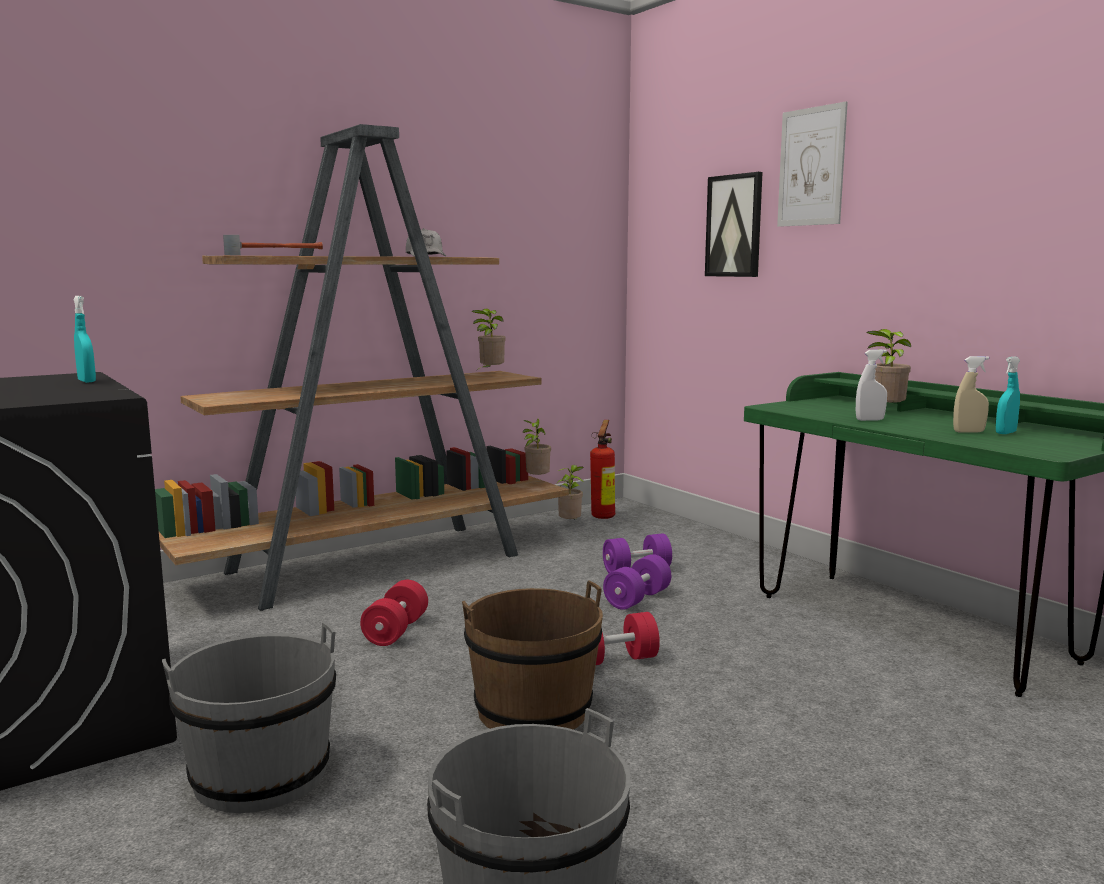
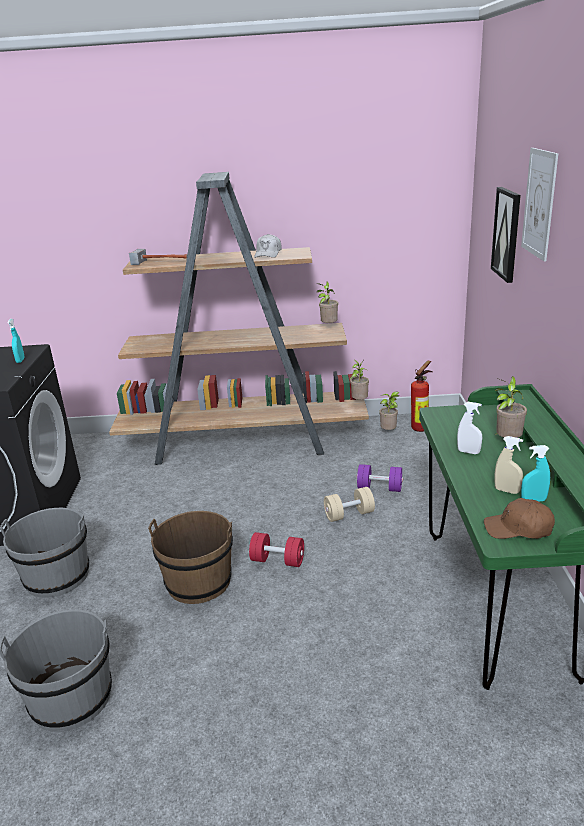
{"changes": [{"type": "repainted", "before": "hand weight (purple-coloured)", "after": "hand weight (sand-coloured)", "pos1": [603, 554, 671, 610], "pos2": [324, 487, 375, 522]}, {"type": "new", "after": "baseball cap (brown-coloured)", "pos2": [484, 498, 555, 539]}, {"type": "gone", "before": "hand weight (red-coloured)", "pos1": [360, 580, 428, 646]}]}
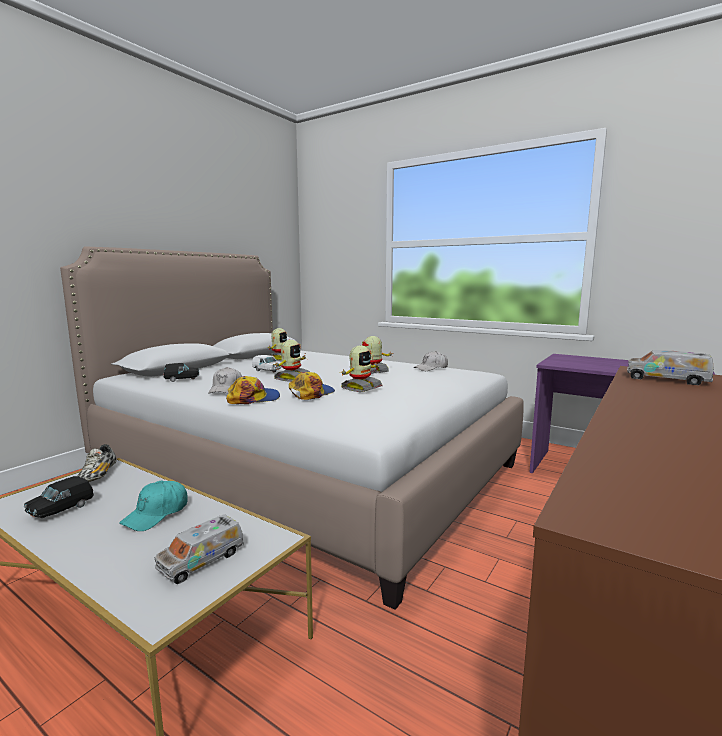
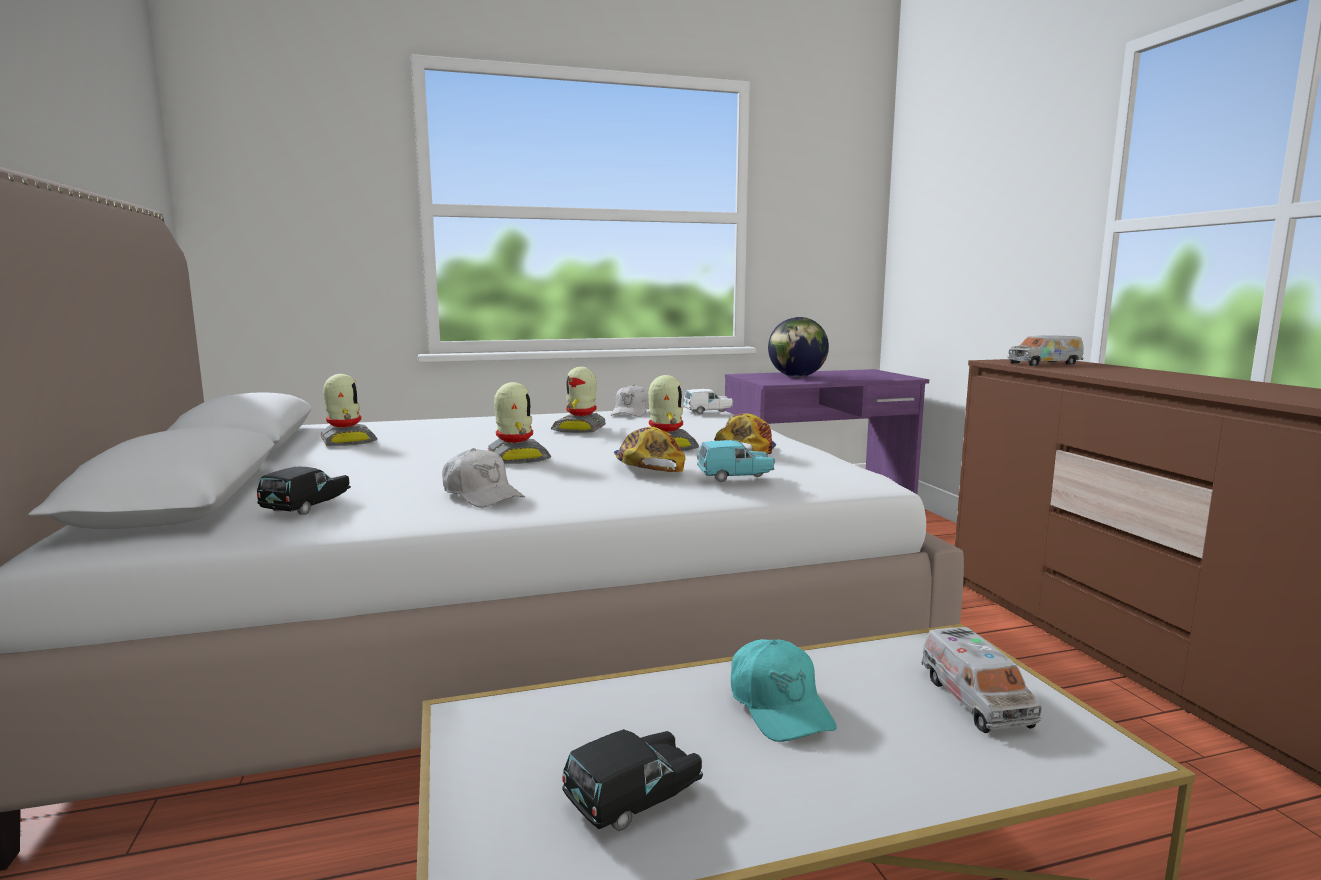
{"changes": [{"type": "rotated", "before": "miniature car (black)", "pos1": [24, 476, 94, 518], "pos2": [562, 729, 703, 831], "turn": -105}, {"type": "shifted", "before": "miniature car (whitish)", "pos1": [252, 355, 282, 372], "pos2": [683, 389, 733, 414]}, {"type": "new", "after": "miniature car (turquoise)", "pos2": [697, 440, 775, 482]}, {"type": "shifted", "before": "baseball cap", "pos1": [226, 376, 280, 404], "pos2": [714, 414, 776, 454]}, {"type": "new", "after": "desk globe", "pos2": [768, 317, 829, 377]}, {"type": "gone", "before": "low shoe", "pos1": [78, 444, 117, 482]}]}
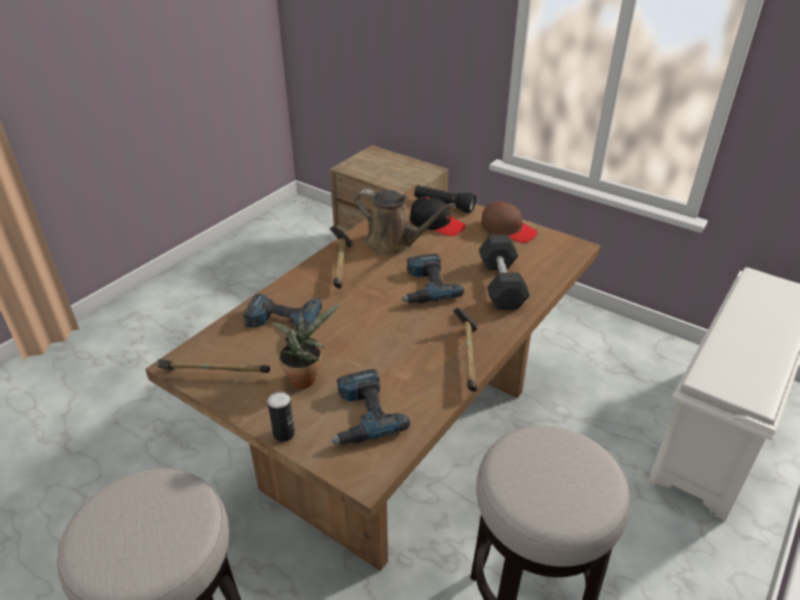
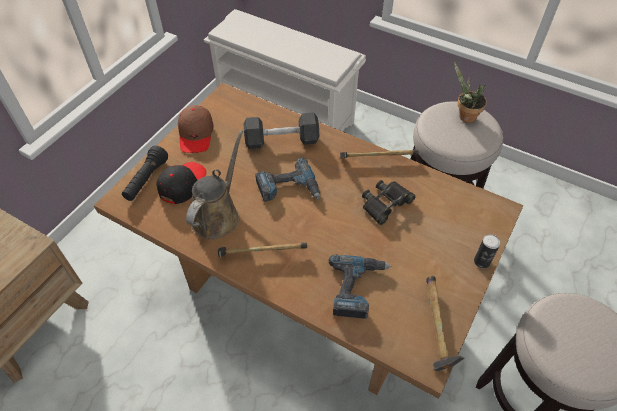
{"changes": [{"type": "rotated", "before": "baseball cap (brown-coloured)", "pos1": [481, 202, 538, 243], "pos2": [178, 105, 213, 153], "turn": 150}, {"type": "new", "after": "pair of binoculars (black)", "pos2": [362, 180, 416, 225]}, {"type": "shifted", "before": "potted plant", "pos1": [271, 303, 340, 389], "pos2": [454, 62, 487, 123]}, {"type": "gone", "before": "power drill", "pos1": [330, 369, 410, 445]}]}
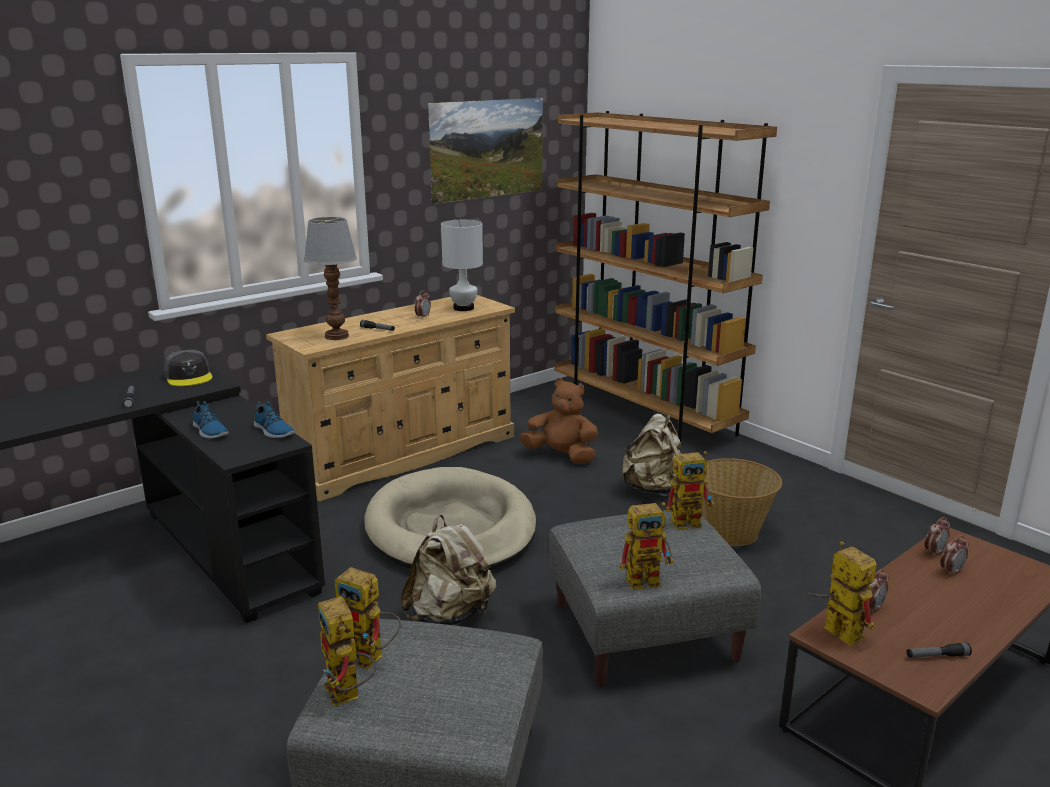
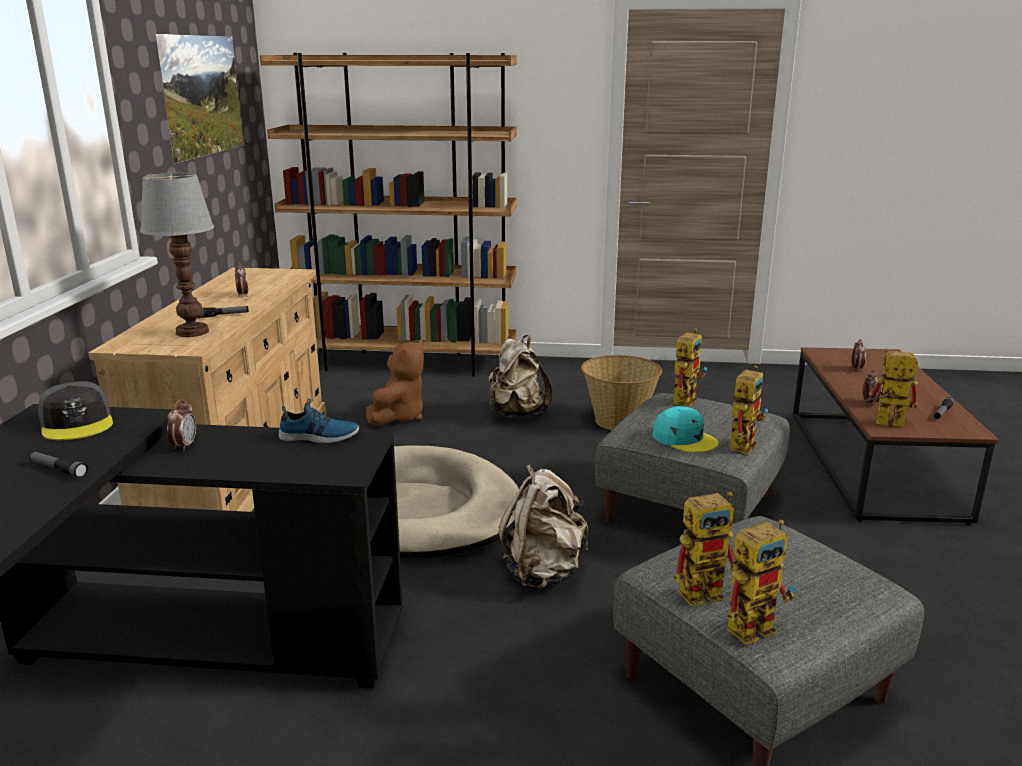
{"changes": [{"type": "rotated", "before": "baseball cap (gray)", "pos1": [164, 350, 213, 386], "pos2": [38, 381, 113, 440], "turn": 45}, {"type": "shifted", "before": "alarm clock", "pos1": [925, 517, 950, 557], "pos2": [167, 399, 196, 451]}, {"type": "rotated", "before": "plush toy (brown-coloured)", "pos1": [519, 378, 598, 464], "pos2": [366, 340, 424, 426], "turn": 135}, {"type": "new", "after": "baseball cap (turquoise)", "pos2": [653, 406, 719, 453]}, {"type": "rotated", "before": "toy robot", "pos1": [318, 596, 376, 707], "pos2": [727, 520, 795, 645], "turn": -45}, {"type": "gone", "before": "low shoe", "pos1": [193, 401, 229, 439]}, {"type": "gone", "before": "table lamp (whitish)", "pos1": [441, 220, 483, 311]}]}
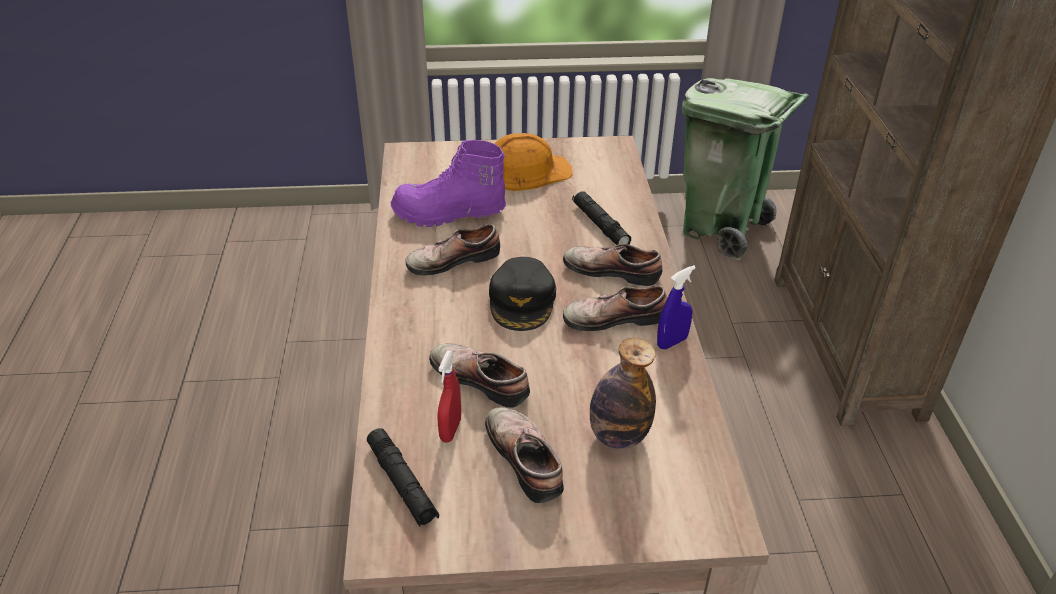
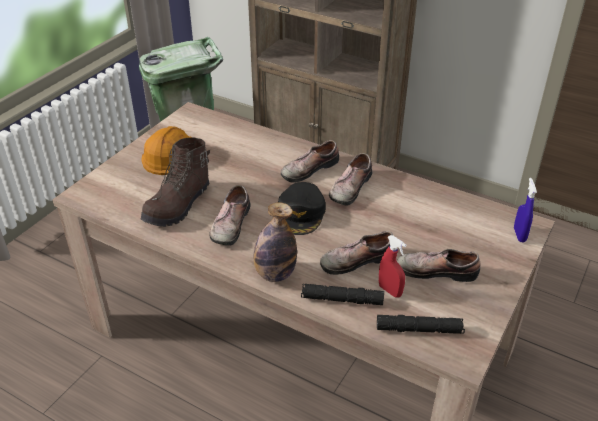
{"changes": [{"type": "repainted", "before": "tall boot (purple-coloured)", "after": "tall boot (brown-coloured)", "pos1": [390, 140, 506, 227], "pos2": [141, 138, 210, 227]}, {"type": "shifted", "before": "drink bottle", "pos1": [590, 338, 656, 449], "pos2": [254, 202, 297, 282]}, {"type": "rotated", "before": "baseball cap (black)", "pos1": [489, 257, 556, 331], "pos2": [278, 182, 326, 235], "turn": 60}, {"type": "shifted", "before": "flashlight (black)", "pos1": [572, 191, 631, 245], "pos2": [301, 284, 384, 305]}, {"type": "shifted", "before": "hand sprayer (blue)", "pos1": [657, 265, 696, 349], "pos2": [514, 178, 537, 242]}]}
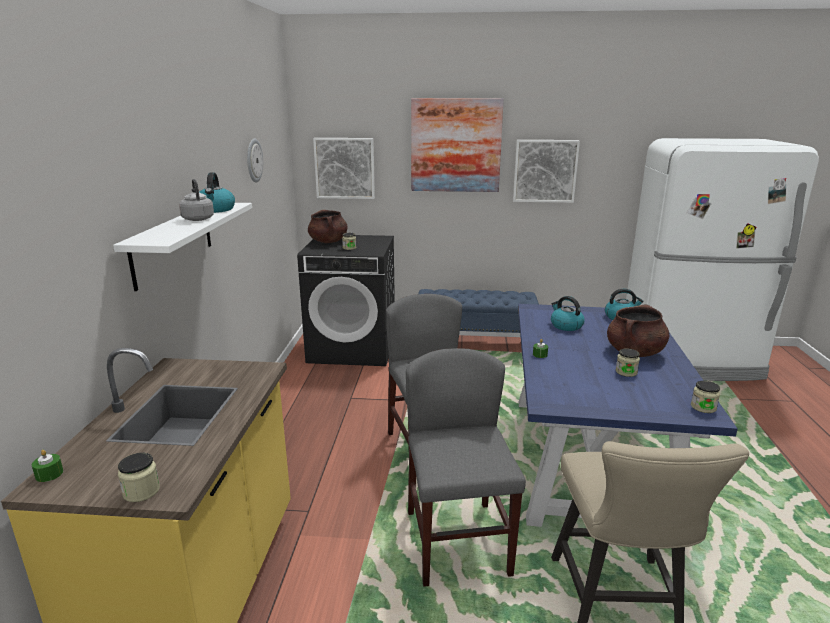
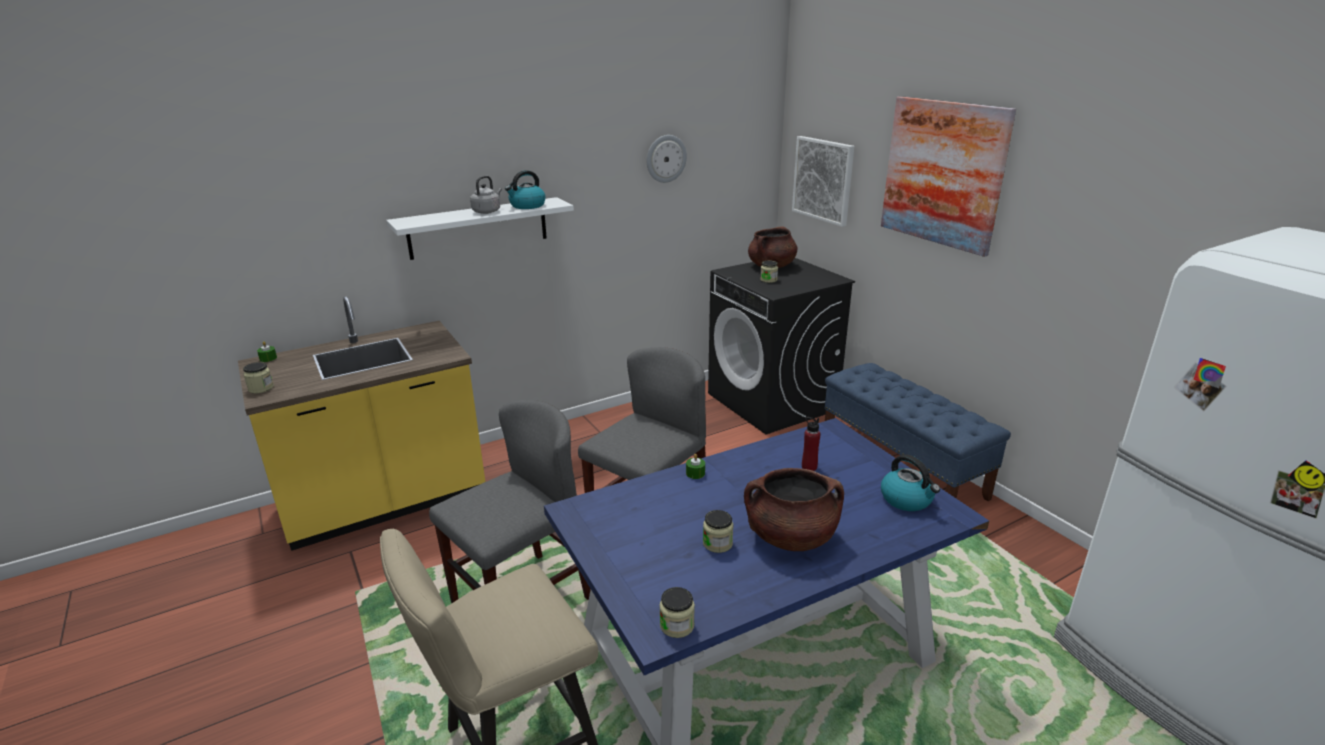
{"changes": [{"type": "swapped", "before": "tea kettle", "after": "drink bottle (red-coloured)", "pos1": [551, 296, 585, 331], "pos2": [802, 417, 821, 471]}, {"type": "gone", "before": "picture", "pos1": [513, 140, 580, 203]}]}
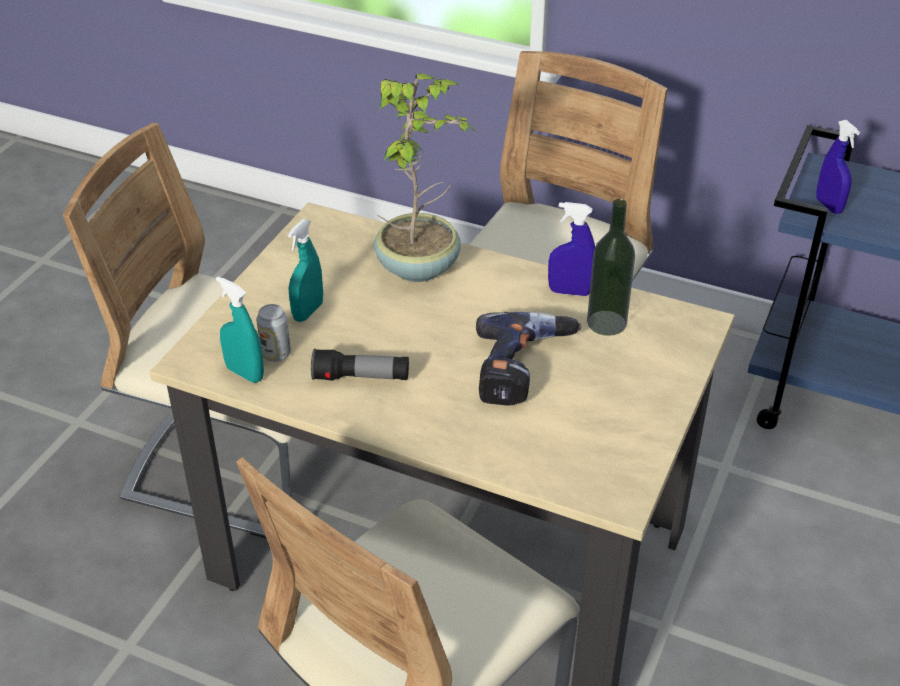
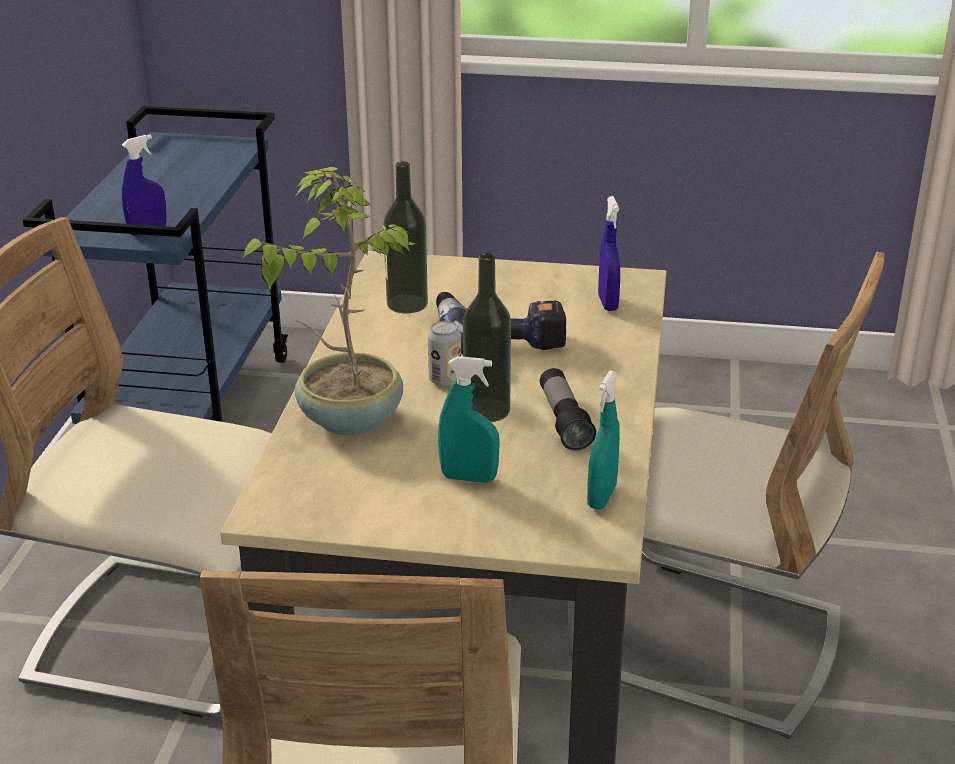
{"changes": [{"type": "shifted", "before": "metal can", "pos1": [256, 304, 291, 362], "pos2": [428, 321, 461, 387]}, {"type": "new", "after": "drink bottle", "pos2": [463, 253, 511, 422]}, {"type": "shifted", "before": "hand sprayer (blue)", "pos1": [548, 202, 595, 296], "pos2": [598, 196, 620, 311]}]}
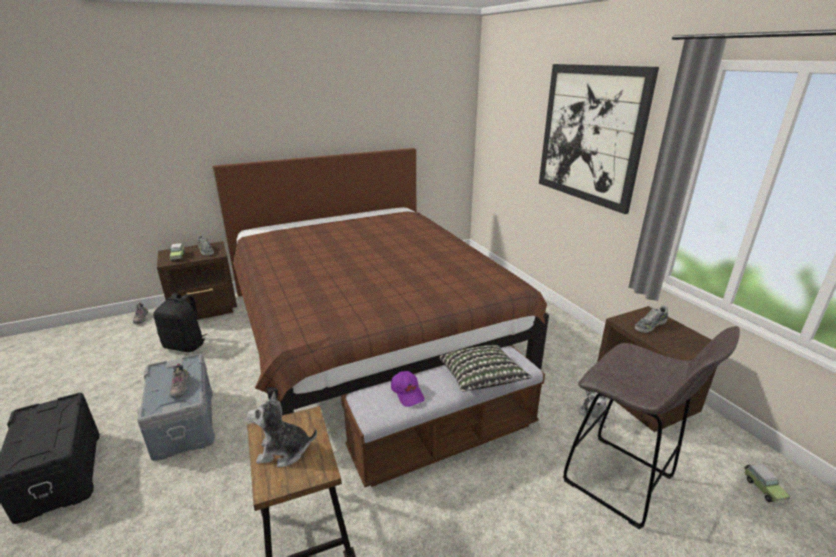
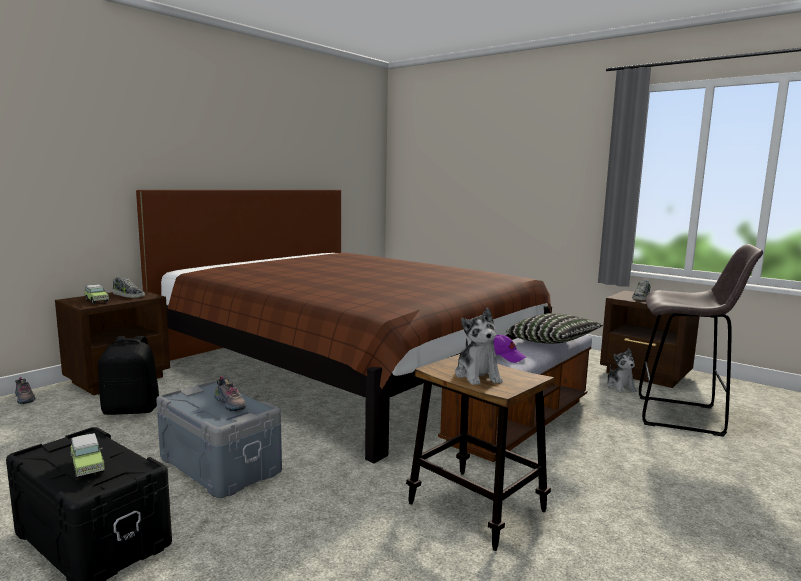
{"changes": [{"type": "shifted", "before": "miniature car", "pos1": [744, 464, 790, 503], "pos2": [70, 433, 105, 480]}, {"type": "rotated", "before": "plush toy", "pos1": [247, 392, 317, 468], "pos2": [455, 308, 502, 385], "turn": -75}, {"type": "gone", "before": "picture", "pos1": [539, 64, 659, 214]}]}
